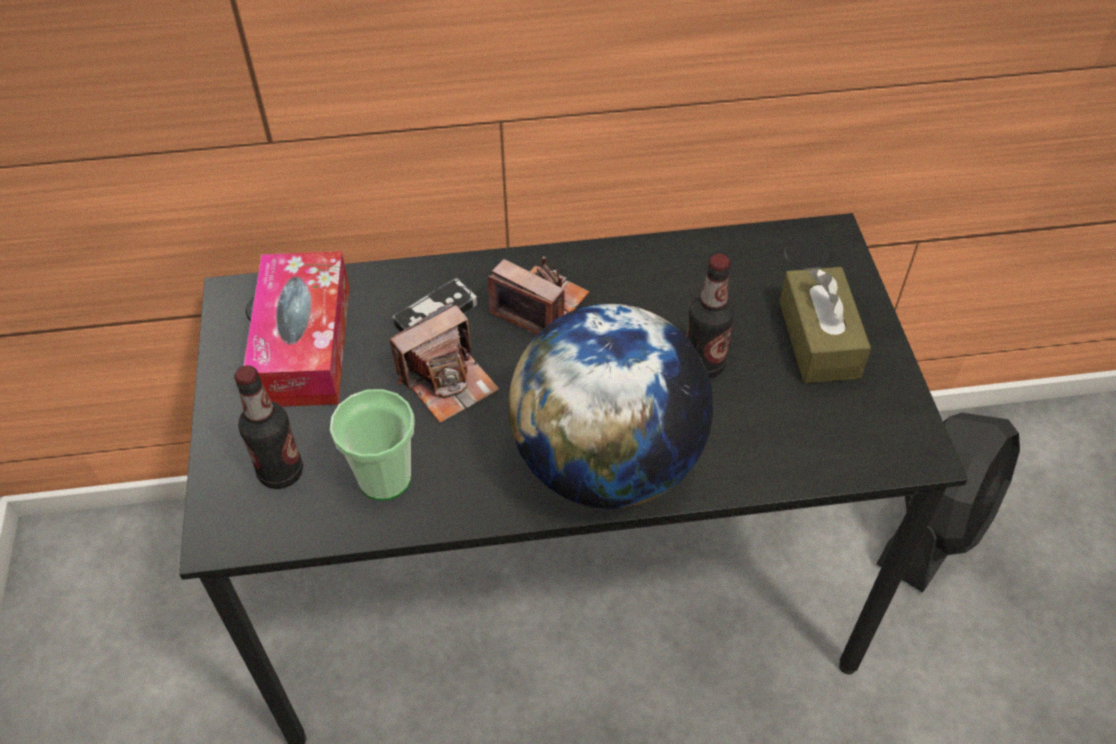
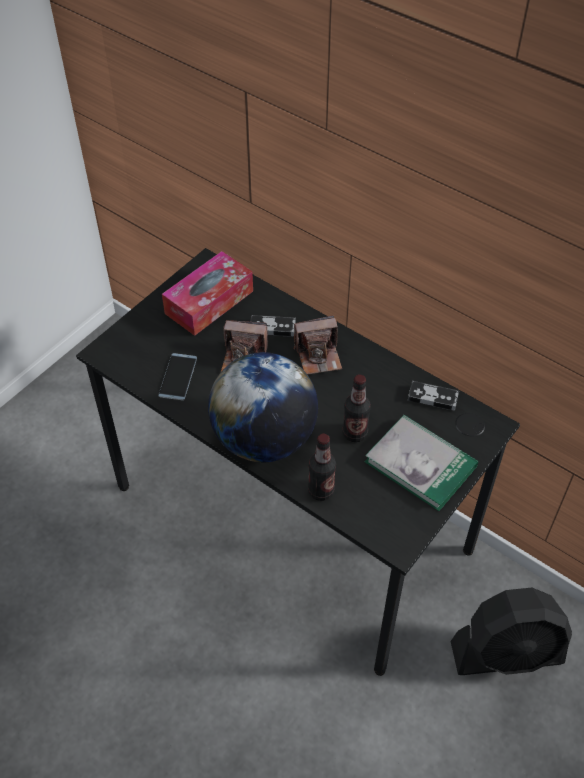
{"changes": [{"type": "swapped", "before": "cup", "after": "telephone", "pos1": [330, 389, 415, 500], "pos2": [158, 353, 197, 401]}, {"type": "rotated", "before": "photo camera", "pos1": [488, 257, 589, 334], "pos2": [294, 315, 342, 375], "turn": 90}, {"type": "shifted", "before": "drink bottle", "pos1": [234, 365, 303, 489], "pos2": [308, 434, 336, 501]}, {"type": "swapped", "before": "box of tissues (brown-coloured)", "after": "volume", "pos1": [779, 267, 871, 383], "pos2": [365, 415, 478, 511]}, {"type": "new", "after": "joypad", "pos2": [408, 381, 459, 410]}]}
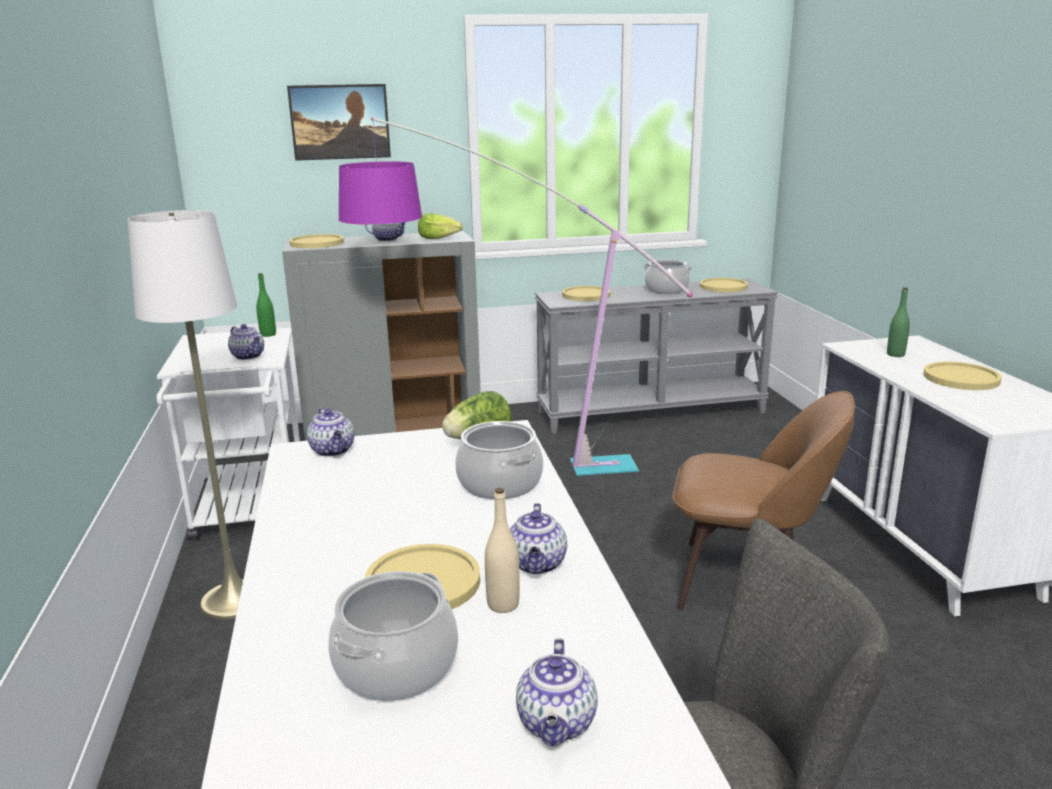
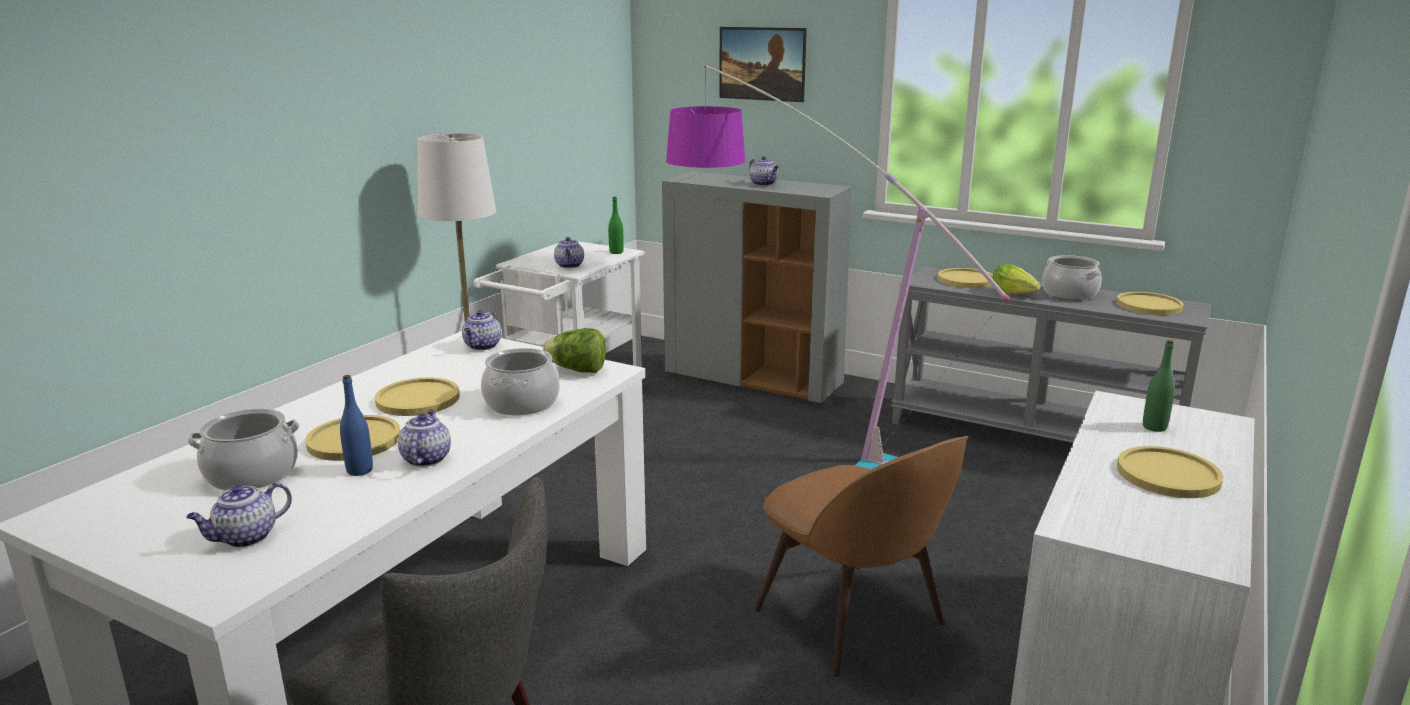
{"changes": [{"type": "repainted", "before": "drink bottle (sand-coloured)", "after": "drink bottle (blue)", "pos1": [485, 488, 520, 613], "pos2": [340, 375, 373, 476]}, {"type": "shifted", "before": "dinner plate (yellow-coloured)", "pos1": [289, 234, 344, 248], "pos2": [375, 377, 460, 416]}, {"type": "rotated", "before": "pot for tea", "pos1": [510, 503, 567, 574], "pos2": [398, 410, 451, 467], "turn": 135}, {"type": "shifted", "before": "head of lettuce", "pos1": [418, 213, 463, 239], "pos2": [992, 264, 1041, 294]}]}
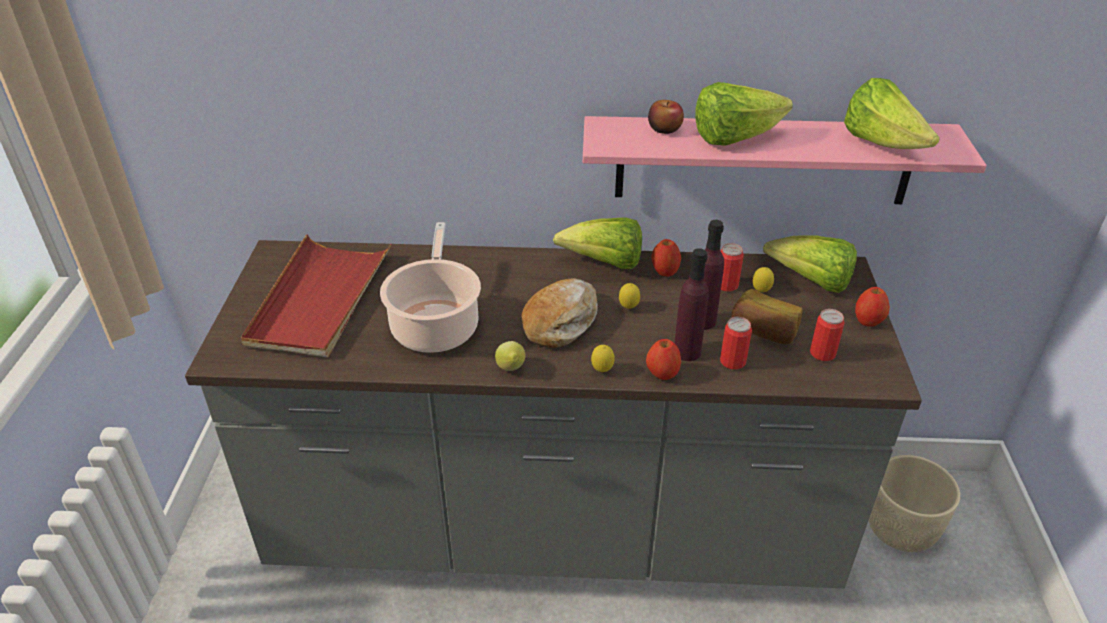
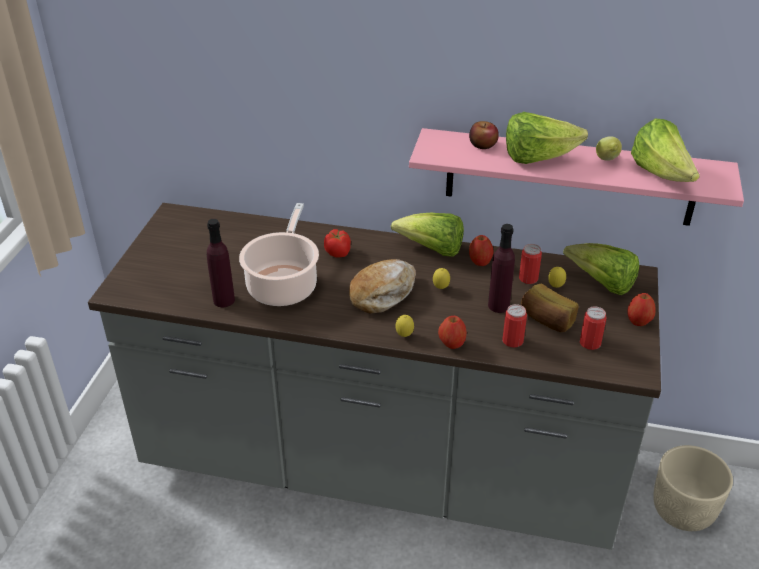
{"changes": [{"type": "shifted", "before": "drink bottle (purple-coloured)", "pos1": [674, 248, 709, 361], "pos2": [207, 219, 235, 307]}, {"type": "new", "after": "fresh tomato", "pos2": [324, 229, 351, 258]}, {"type": "shifted", "before": "lemon", "pos1": [495, 341, 525, 371], "pos2": [596, 136, 622, 161]}, {"type": "gone", "before": "serving tray (red-coloured)", "pos1": [241, 234, 392, 357]}]}
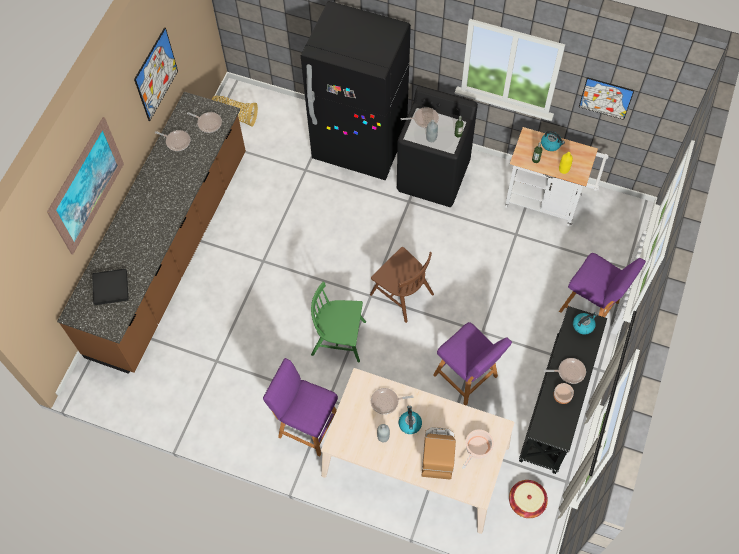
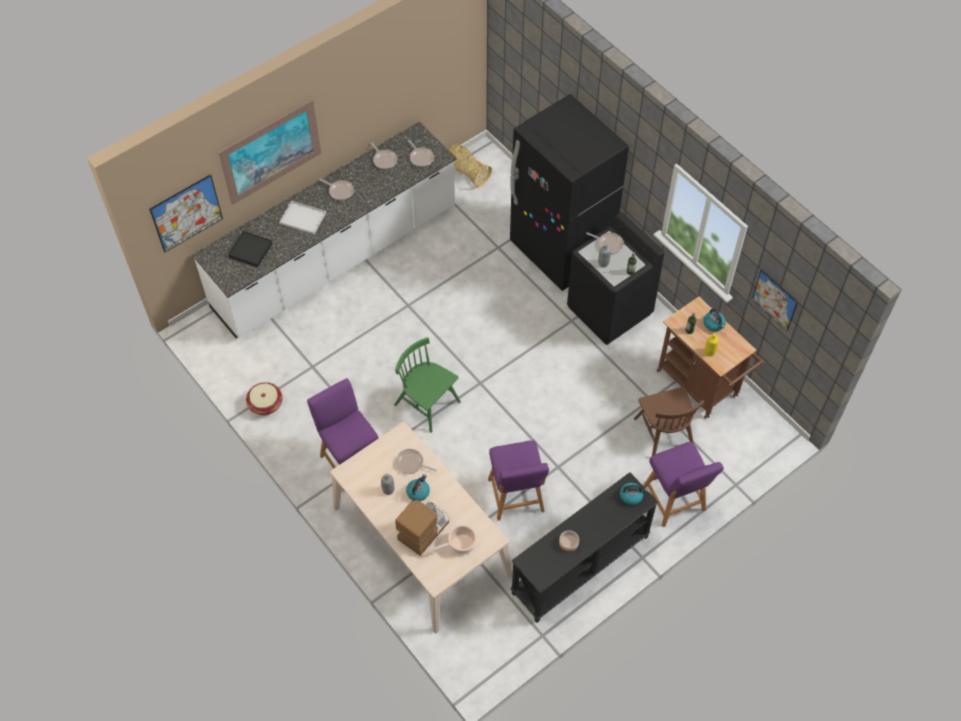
{"changes": [{"type": "shifted", "before": "picture", "pos1": [134, 27, 178, 121], "pos2": [149, 174, 223, 253]}, {"type": "repainted", "before": "kitchen counter (brown-coloured)", "after": "kitchen counter (whitish)", "pos1": [57, 92, 246, 374], "pos2": [192, 122, 457, 338]}, {"type": "shifted", "before": "household basket", "pos1": [509, 480, 548, 518], "pos2": [246, 382, 282, 415]}, {"type": "new", "after": "serving tray (whitish)", "pos2": [279, 201, 326, 235]}, {"type": "shifted", "before": "frying pan", "pos1": [543, 358, 586, 384], "pos2": [320, 179, 354, 200]}, {"type": "shifted", "before": "chair (brown-coloured)", "pos1": [370, 247, 434, 323], "pos2": [634, 387, 704, 456]}, {"type": "repainted", "before": "wheeled cart (whitish)", "after": "wheeled cart (brown-coloured)", "pos1": [505, 127, 609, 227], "pos2": [657, 296, 764, 419]}]}
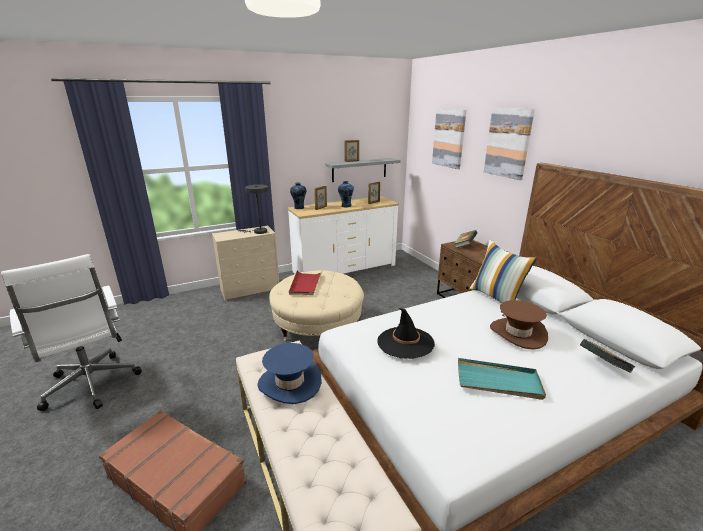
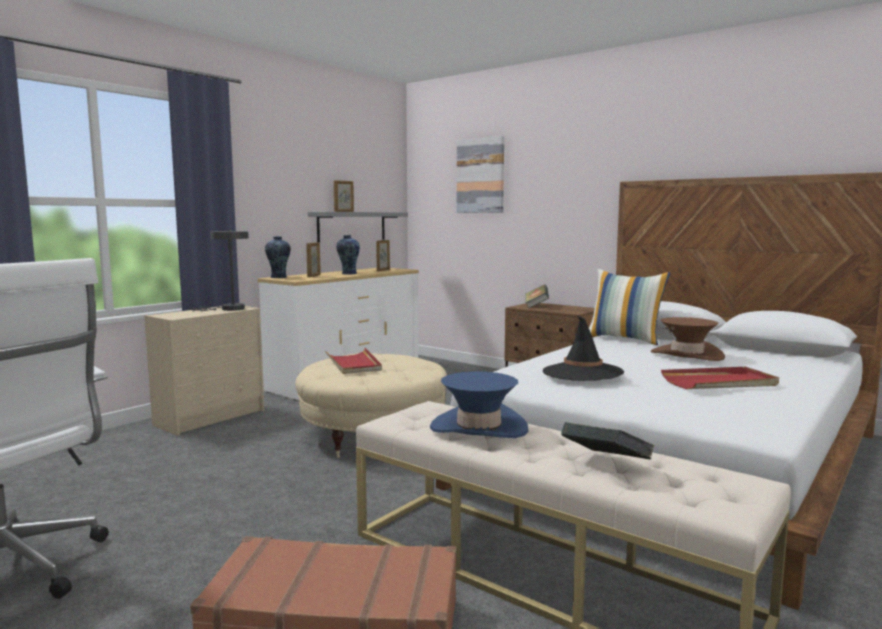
{"changes": [{"type": "shifted", "before": "volume", "pos1": [580, 339, 635, 373], "pos2": [561, 422, 654, 459]}, {"type": "repainted", "before": "serving tray (turquoise)", "after": "serving tray (red-coloured)", "pos1": [458, 358, 546, 400], "pos2": [661, 367, 779, 389]}, {"type": "gone", "before": "picture", "pos1": [484, 108, 535, 180]}]}
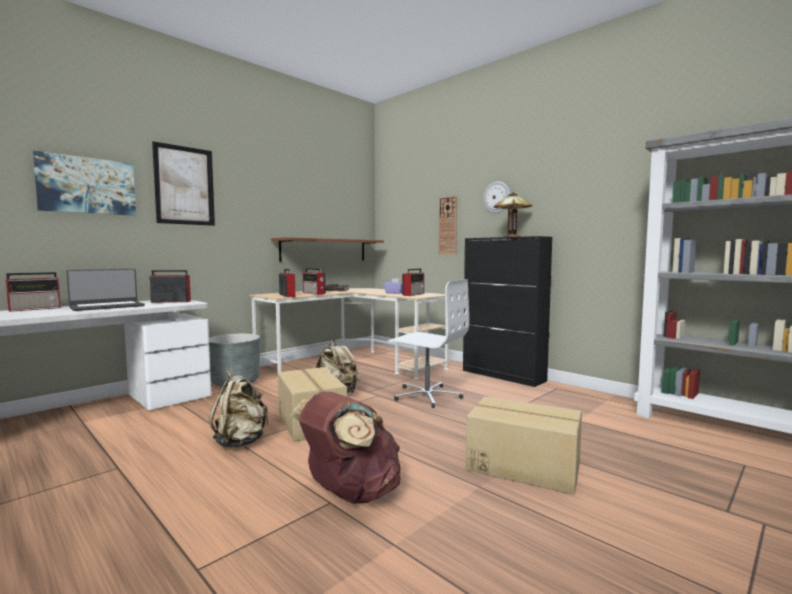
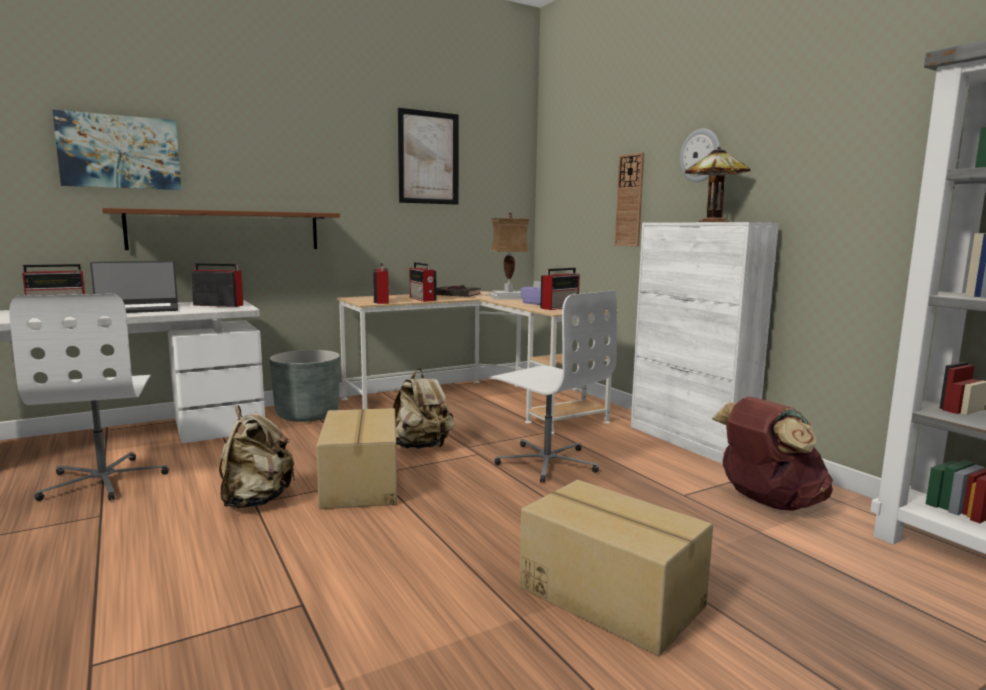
{"changes": [{"type": "new", "after": "computer chair (whitish)", "pos2": [9, 294, 169, 501]}, {"type": "shifted", "before": "bracket shelf (brown-coloured)", "pos1": [271, 237, 384, 262], "pos2": [102, 208, 340, 250]}, {"type": "shifted", "before": "picture", "pos1": [152, 141, 215, 226], "pos2": [398, 108, 459, 205]}, {"type": "new", "after": "table lamp", "pos2": [486, 213, 530, 300]}, {"type": "repainted", "before": "storage cabinet (black)", "after": "storage cabinet (whitish)", "pos1": [463, 236, 552, 387], "pos2": [631, 222, 779, 464]}, {"type": "shifted", "before": "rucksack (brown-coloured)", "pos1": [291, 392, 401, 504], "pos2": [712, 396, 833, 511]}]}
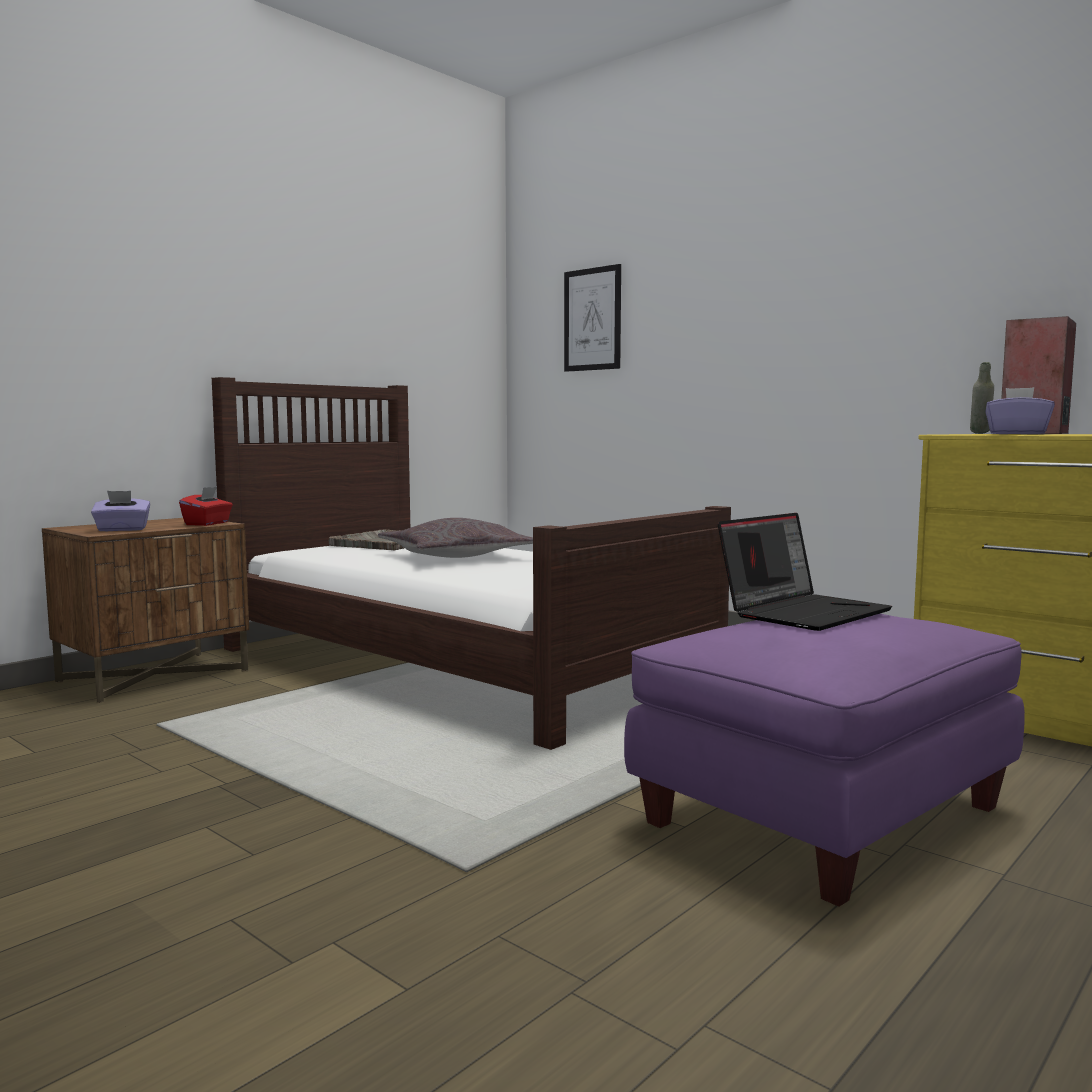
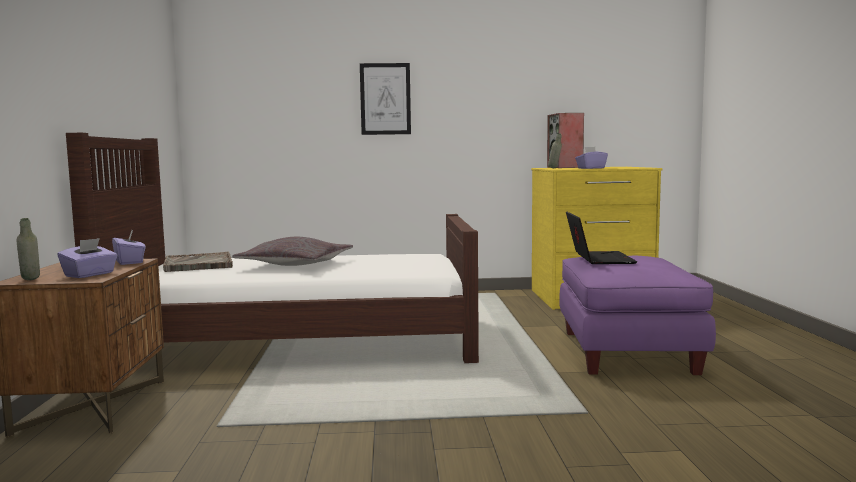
{"changes": [{"type": "new", "after": "drink bottle (gray)", "pos2": [17, 218, 40, 280]}, {"type": "repainted", "before": "box of tissues (red-coloured)", "after": "box of tissues (purple-coloured)", "pos1": [179, 486, 233, 526], "pos2": [112, 230, 145, 265]}, {"type": "shifted", "before": "picture", "pos1": [564, 264, 621, 372], "pos2": [360, 63, 411, 135]}]}
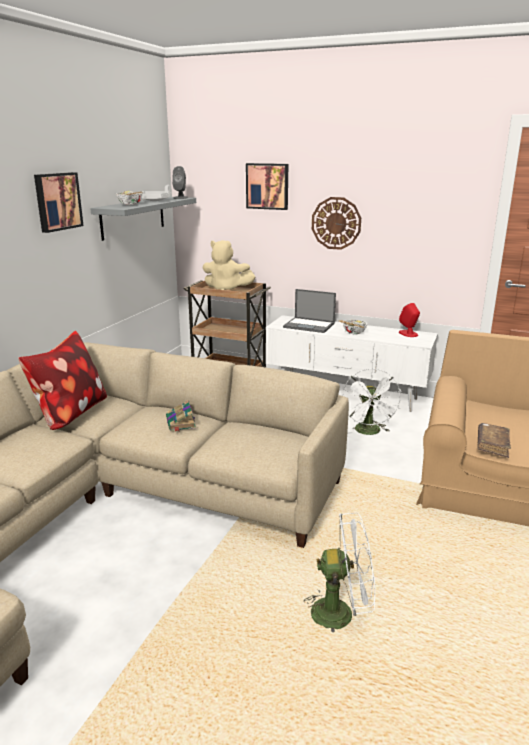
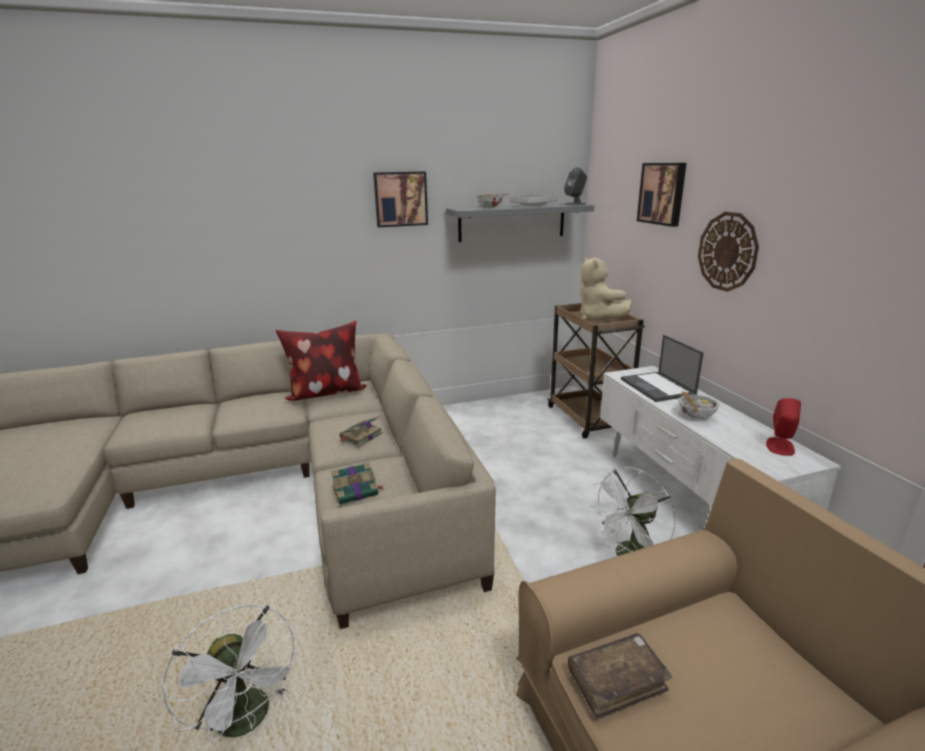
{"changes": [{"type": "new", "after": "volume", "pos2": [331, 462, 384, 504]}]}
